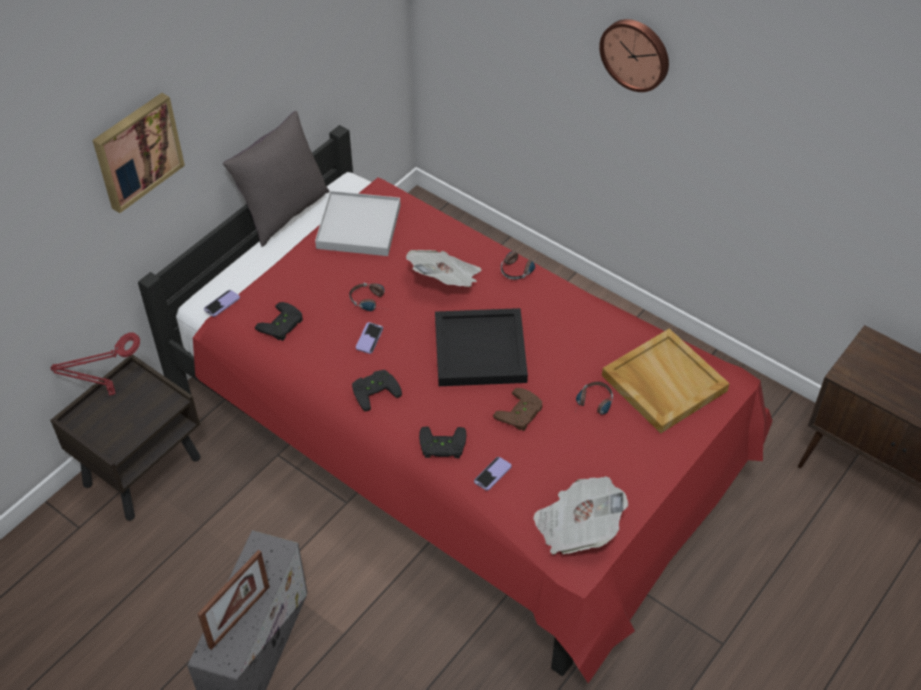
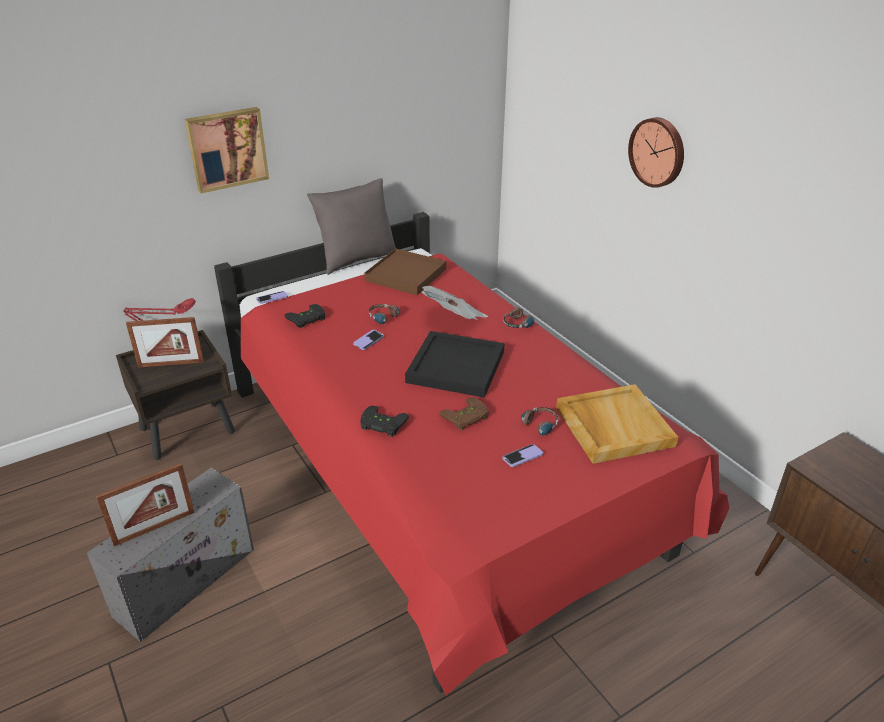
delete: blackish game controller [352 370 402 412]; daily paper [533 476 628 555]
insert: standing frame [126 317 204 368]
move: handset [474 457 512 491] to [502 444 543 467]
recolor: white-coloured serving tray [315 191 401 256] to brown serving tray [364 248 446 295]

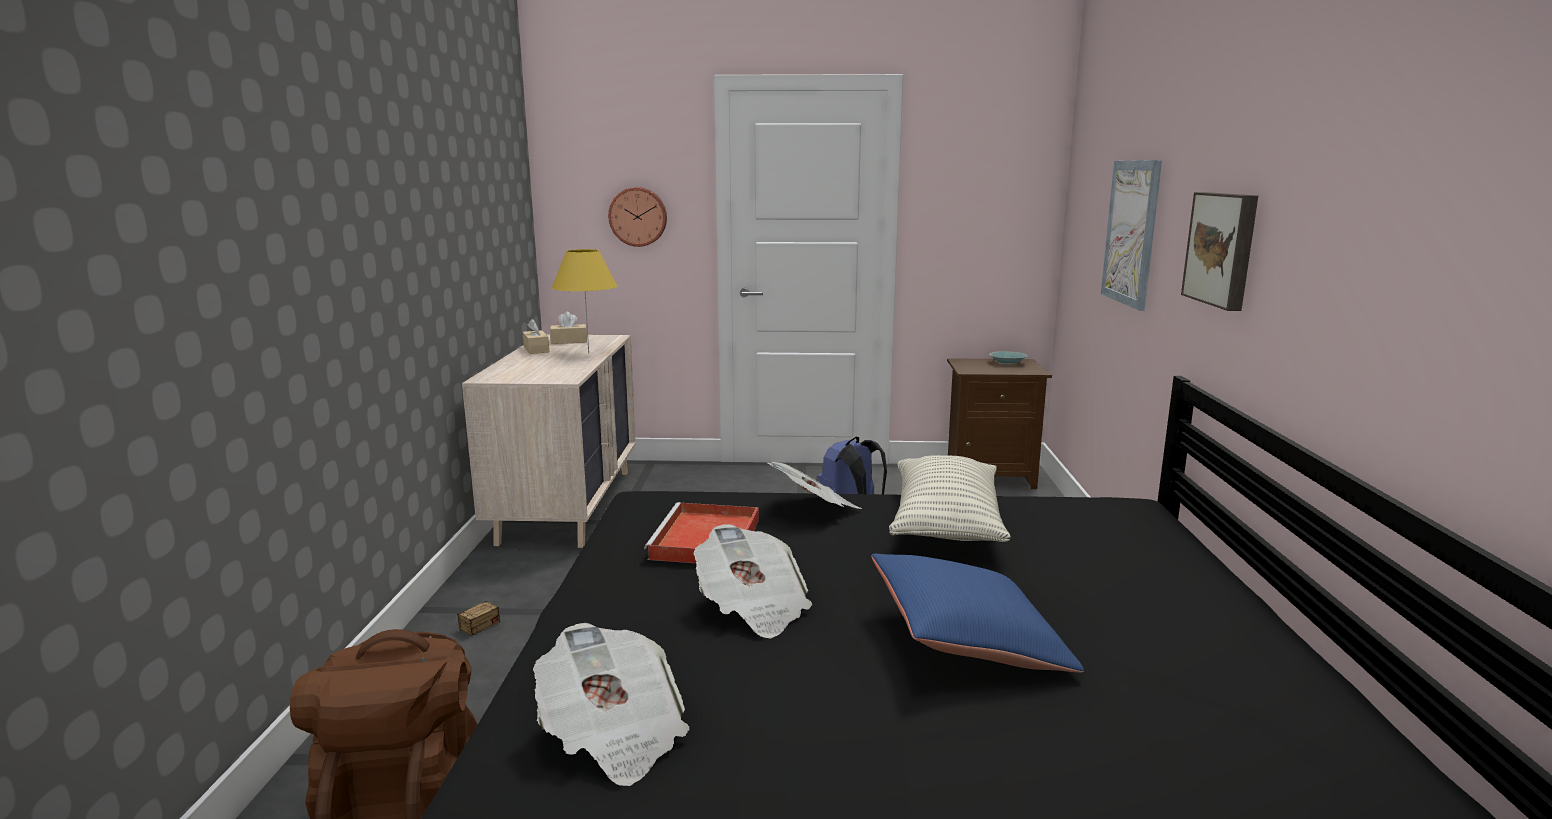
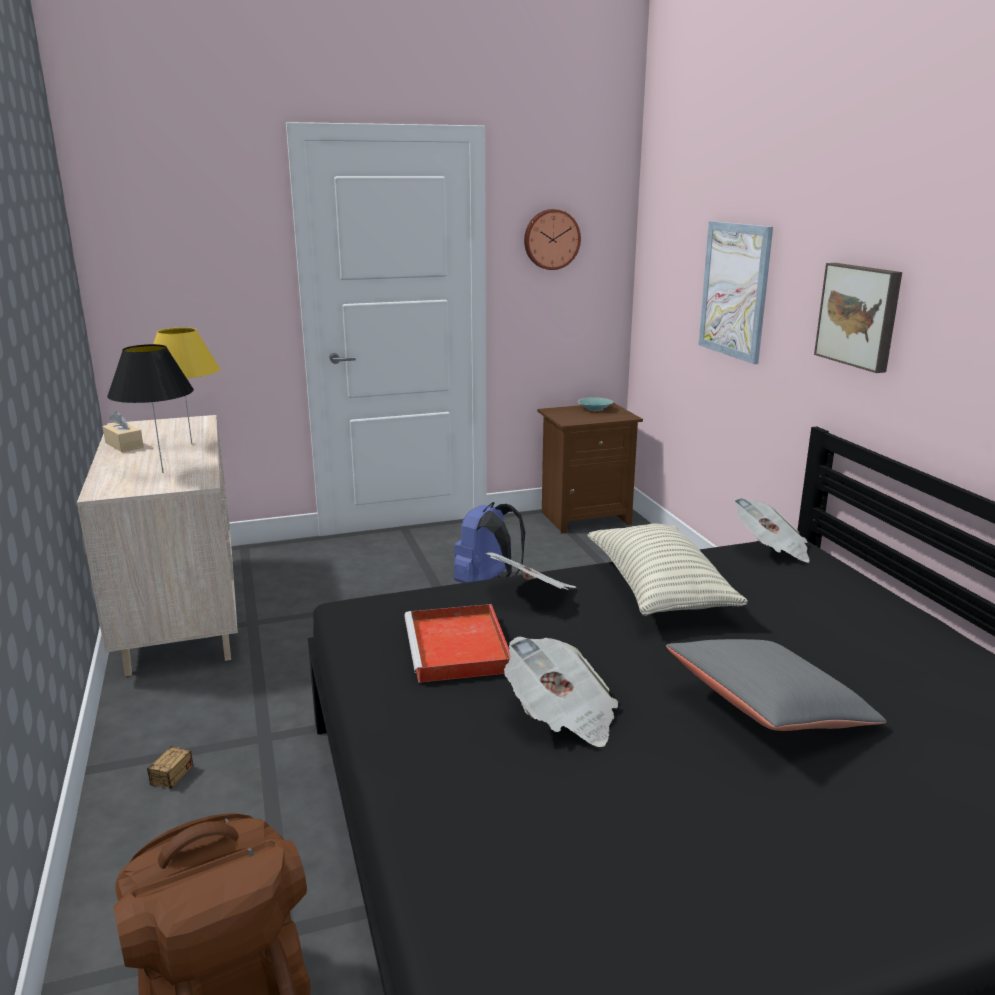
delete: sand-coloured box of tissues [550 312 587 344]
insert: blackish tabletop lamp [107 344 194 473]
move: wall clock [608 187 667 247] to [524 209 581 270]; daily paper [533 623 690 786] to [733 497 810 562]
recolor: blue-coloured cushion [871 554 1084 673] to grey cushion [666 639 887 731]

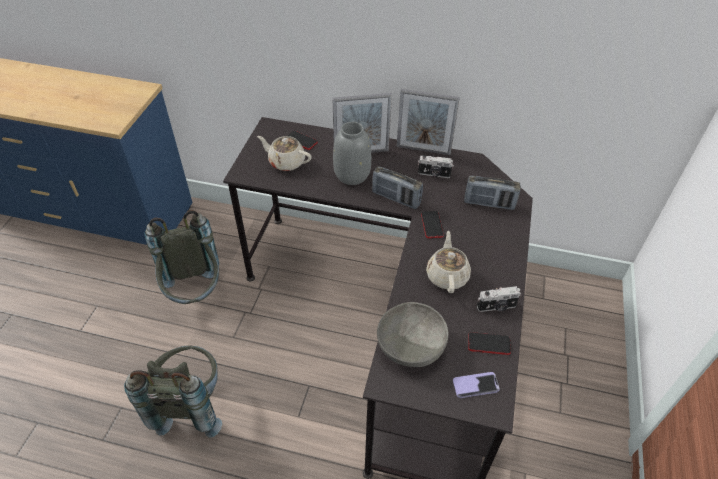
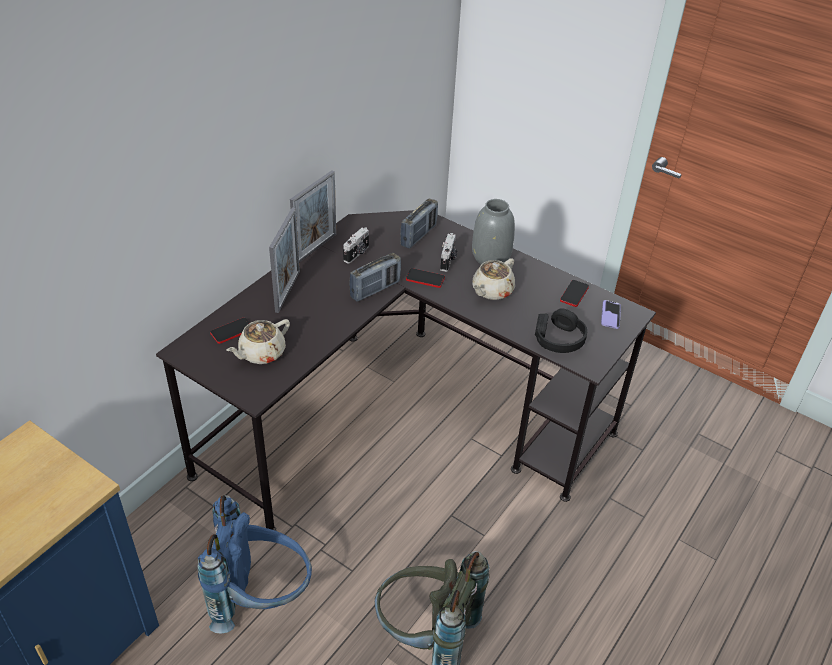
move: still camera [477 286 521 312] to [440 233 457 272]; grey flower vase [333 122 371 185] to [472 199 515 265]
replace: grey deep dish [377 302 448 367] to blackish pair of headphones [535 308 588 353]
recolor: grey rucksack [144 211 219 304] to blue-coloured rucksack [197 495 312 634]
rotate: sand-coloured teapot [426 231 471 293] = [472 258 515 300] 75 degrees counterclockwise

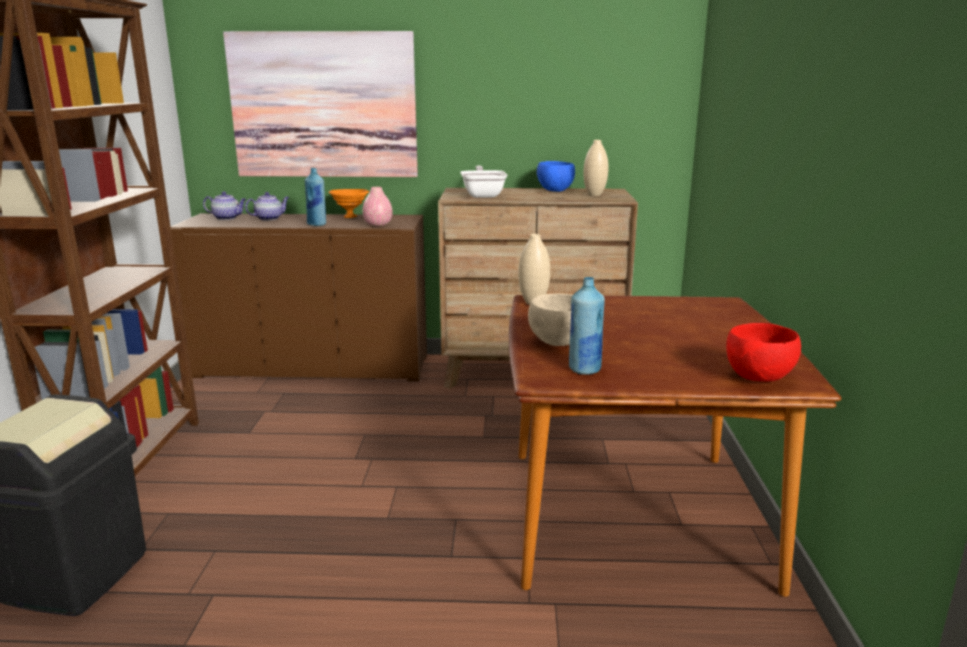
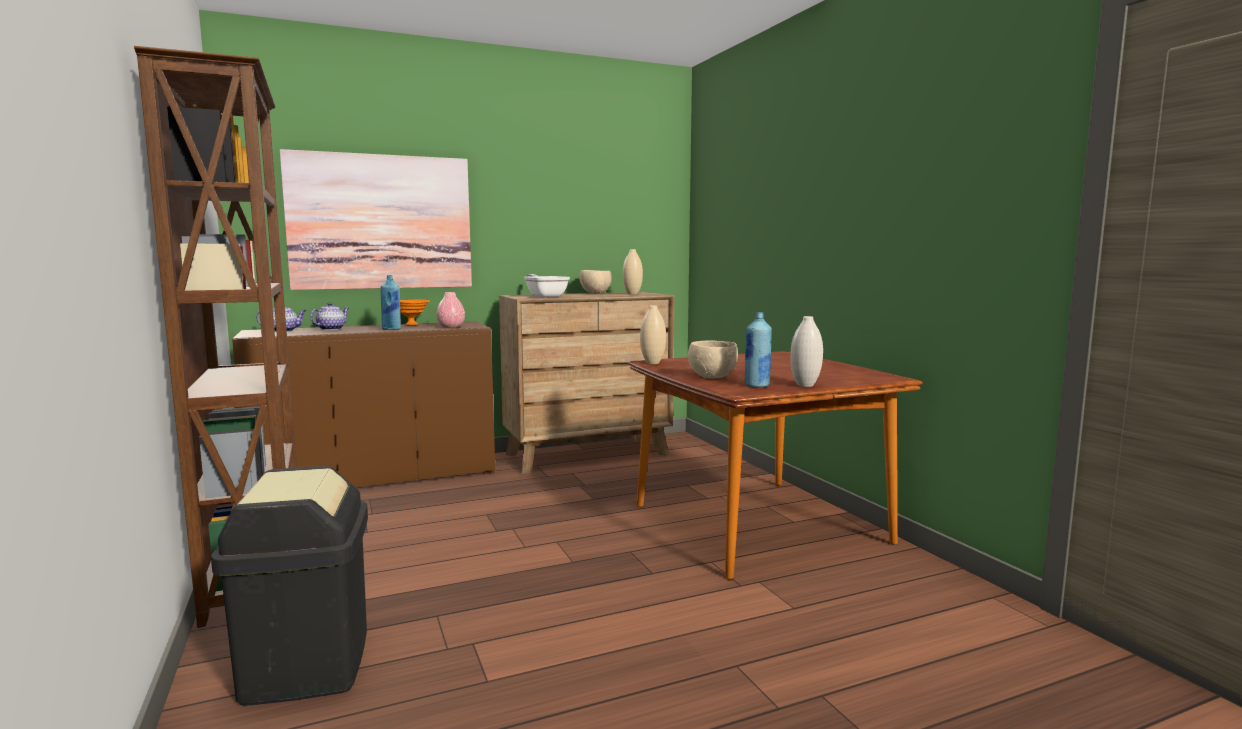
delete: reddish deep dish [726 323 801 382]
insert: white-coloured flower vase [790 316 823 387]
recolor: blue-coloured deep dish [537 161 575 192] to sand-coloured deep dish [579 270 612 294]

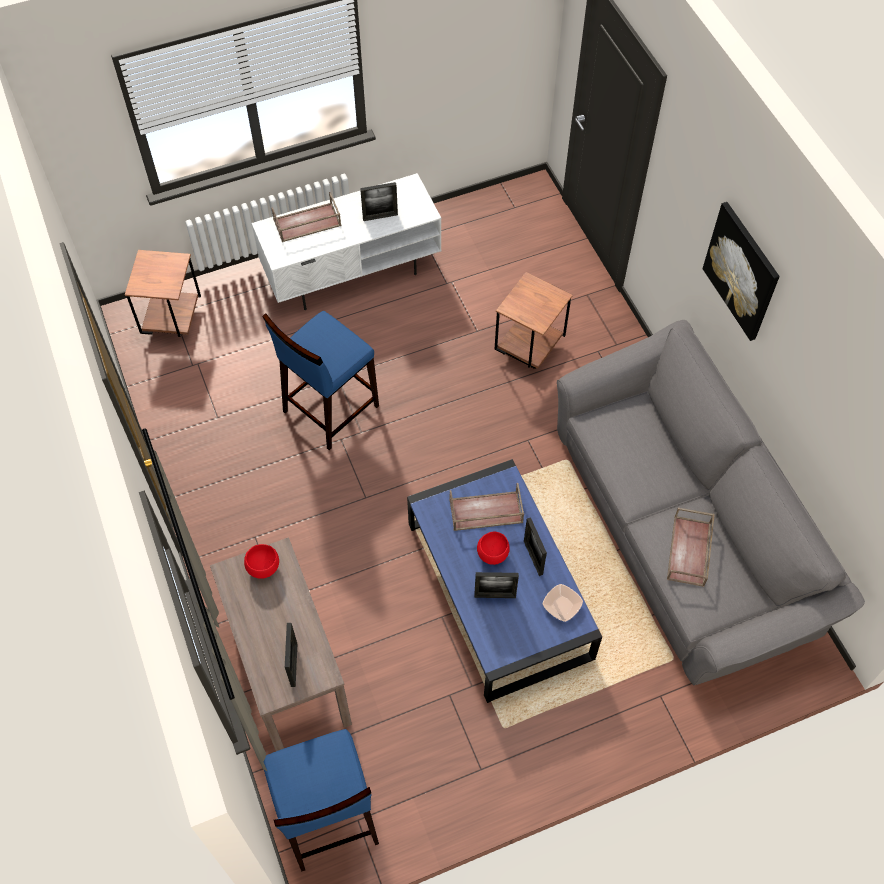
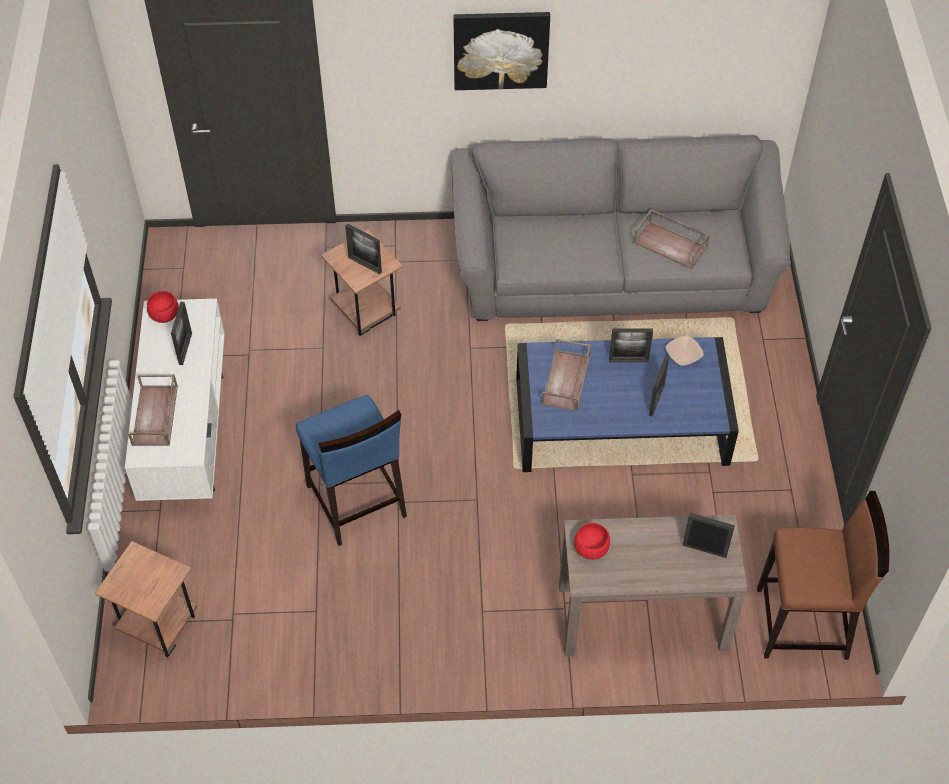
insert: standing frame [345 224 382 274]
move: reddish deep dish [477 531 510 565] to [147 291 179 323]
recolor: blue-coloured stool seat [264 729 379 871] to brown stool seat [757 491 889 660]

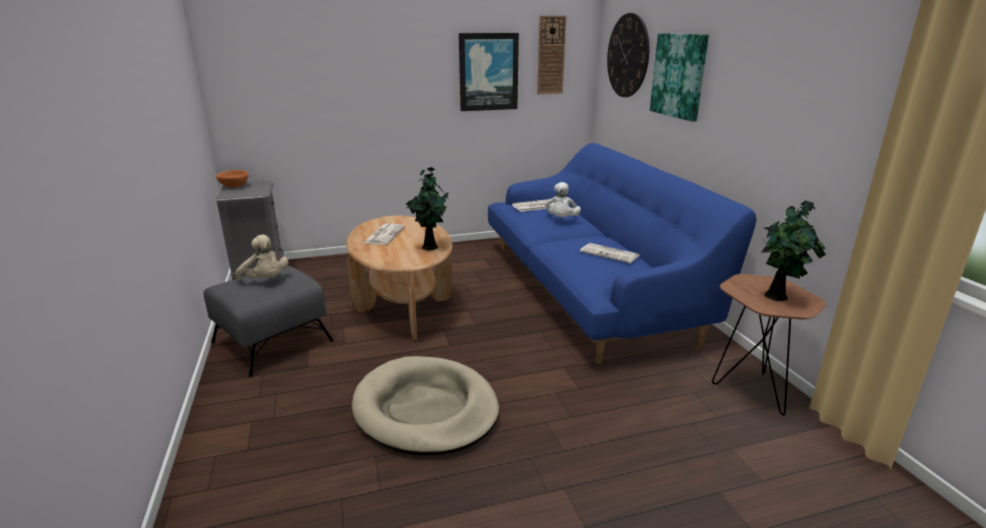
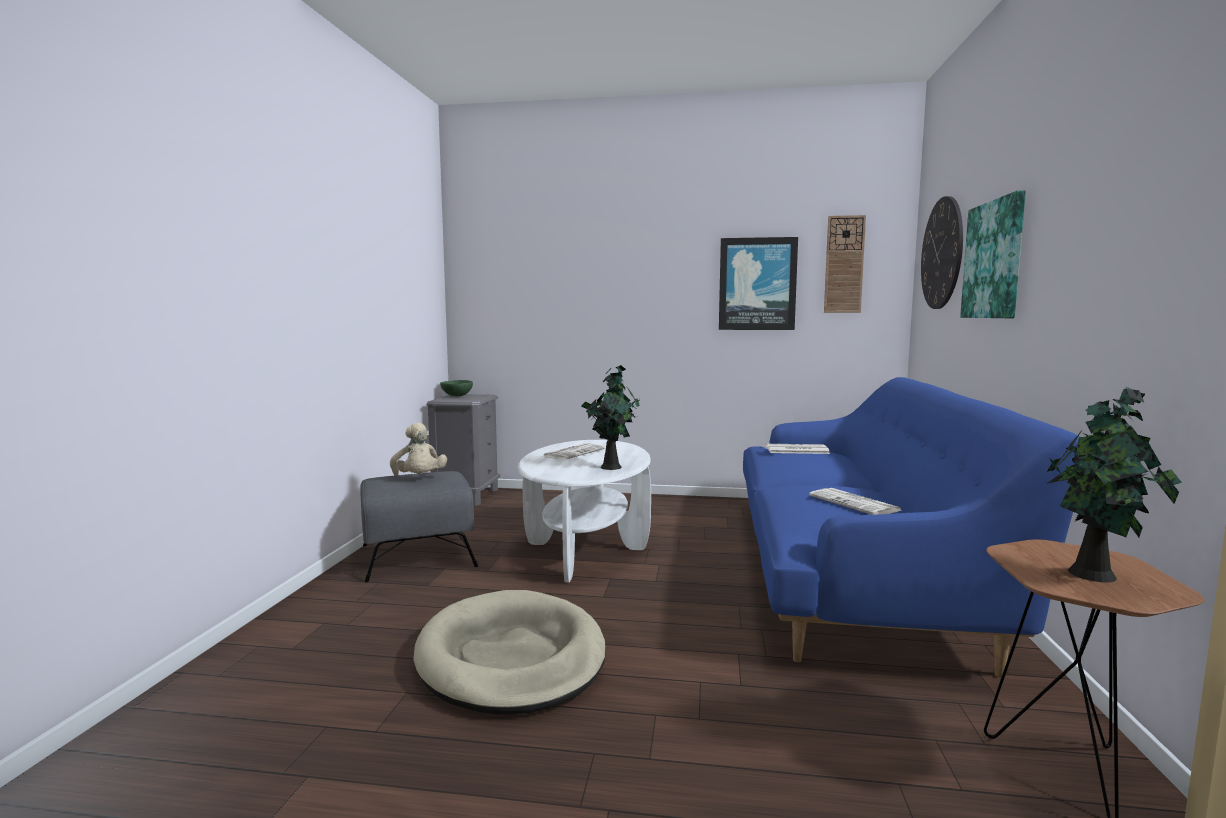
delete: white-coloured soft toy [545 182 581 217]
recolor: orange-coloured deep dish [216 170 248 187] to green-coloured deep dish [440 380 473 396]; brown low table [346 216 453 340] to white-coloured low table [518 440 651 582]

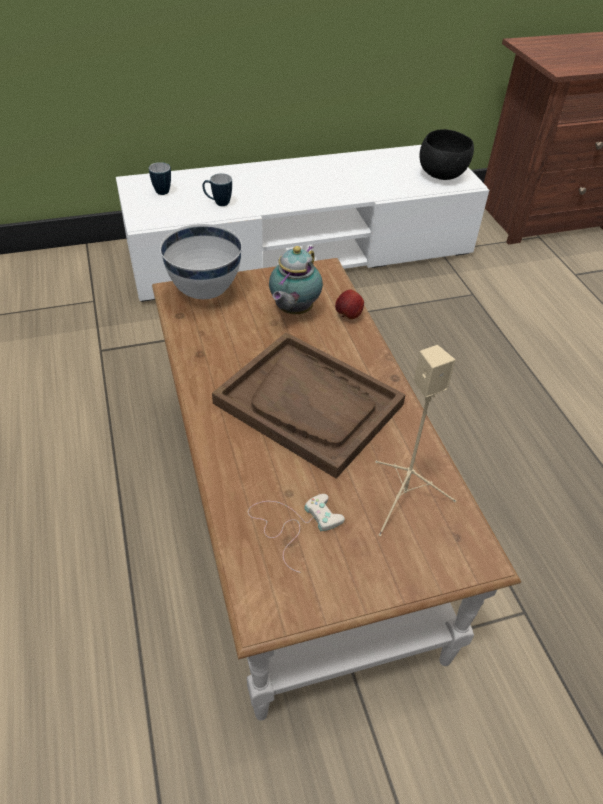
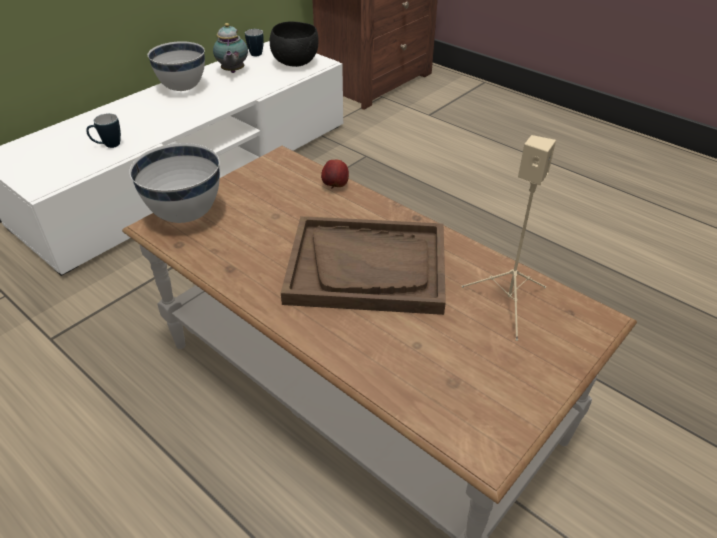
delete: white-coloured game controller [248 494 345 572]
insert: white-coloured deep dish [148 41 205 91]
move: teapot [269 246 323 314] to [213 23 248 73]; tea mug [149 162 171 195] to [245 29 264 57]

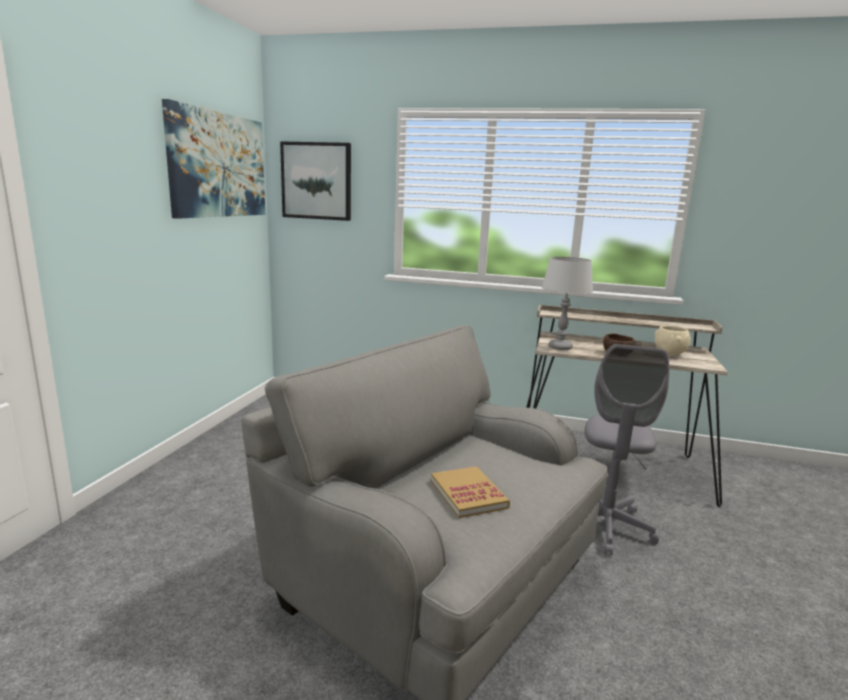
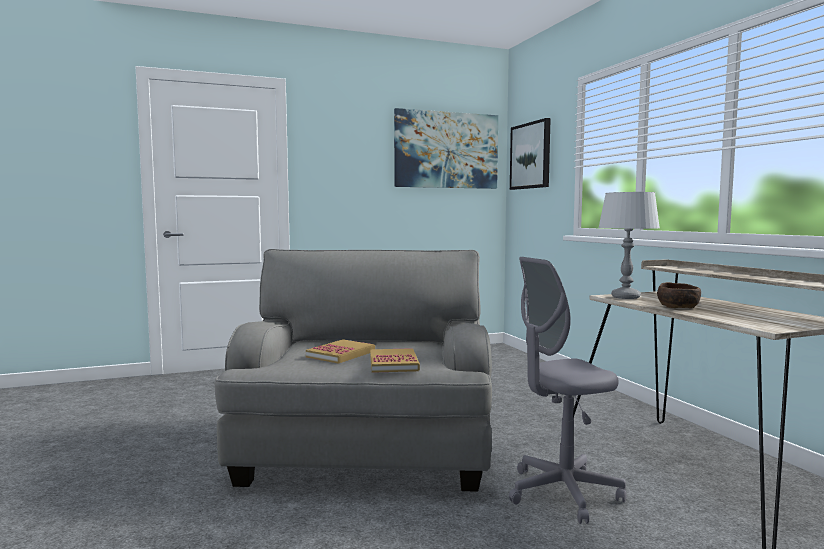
delete: sand-coloured deep dish [655 326 691 355]
insert: bound book [370 348 420 373]

